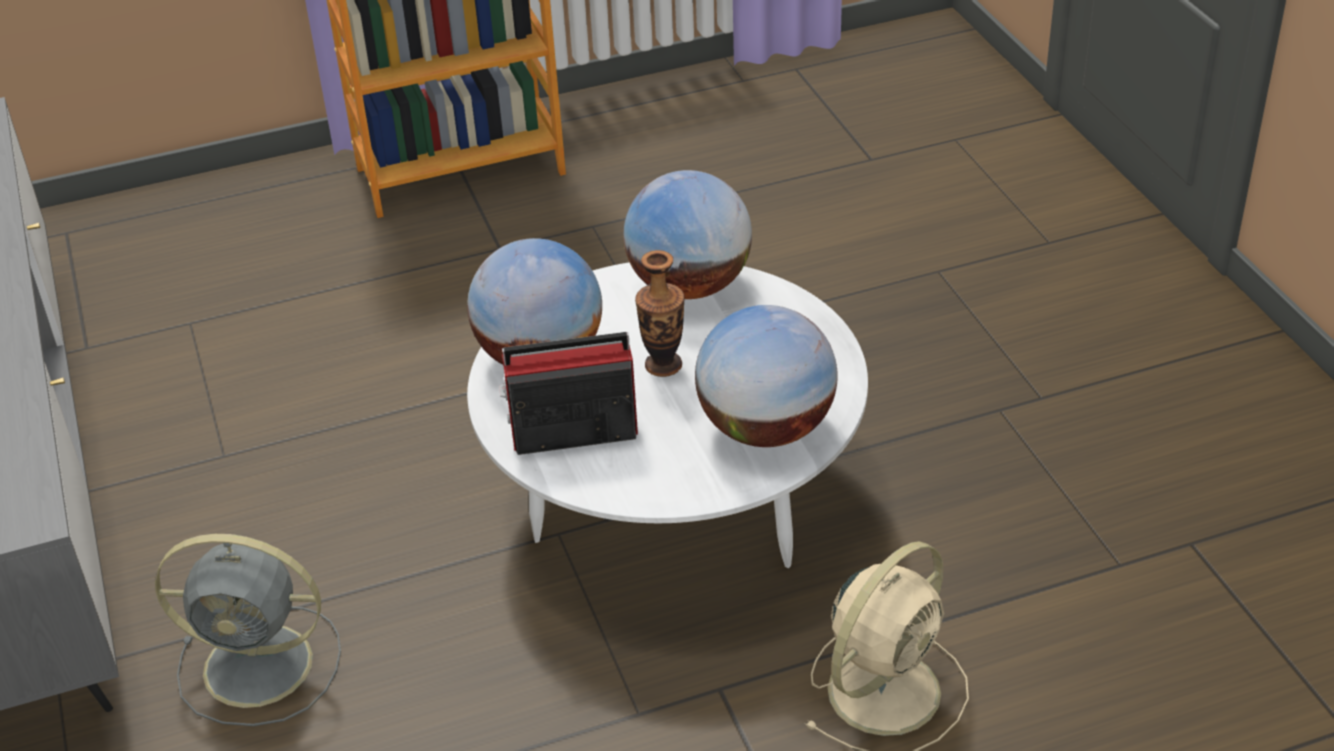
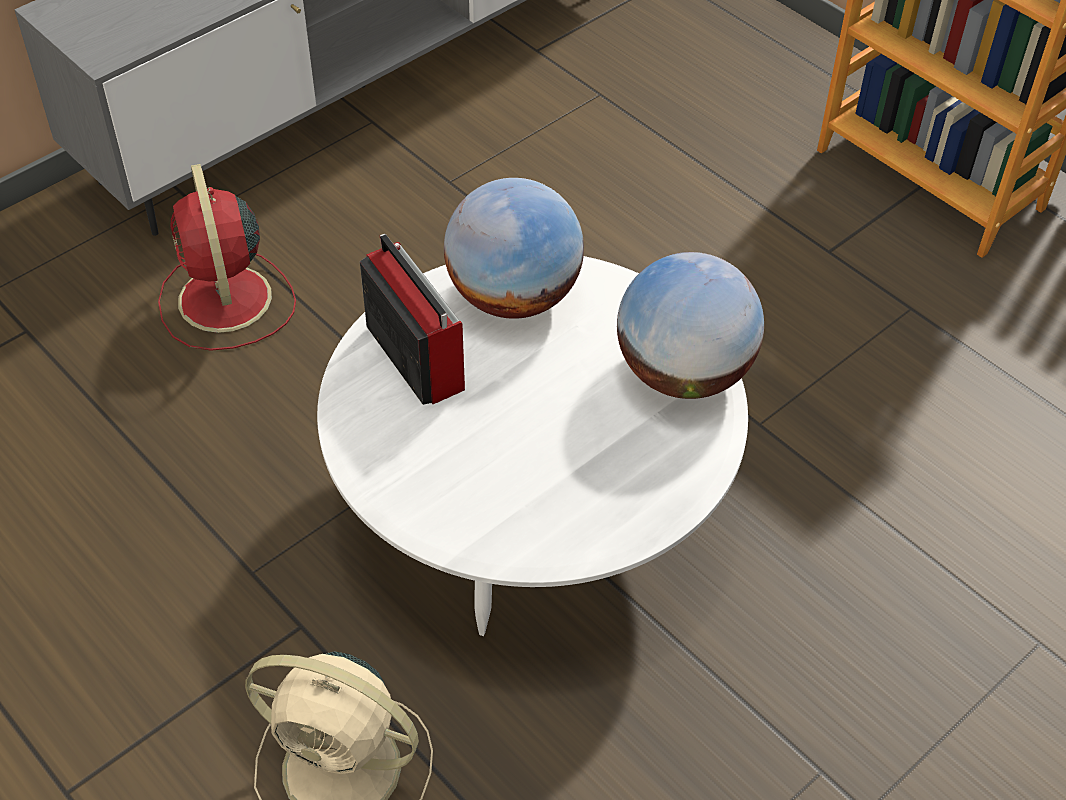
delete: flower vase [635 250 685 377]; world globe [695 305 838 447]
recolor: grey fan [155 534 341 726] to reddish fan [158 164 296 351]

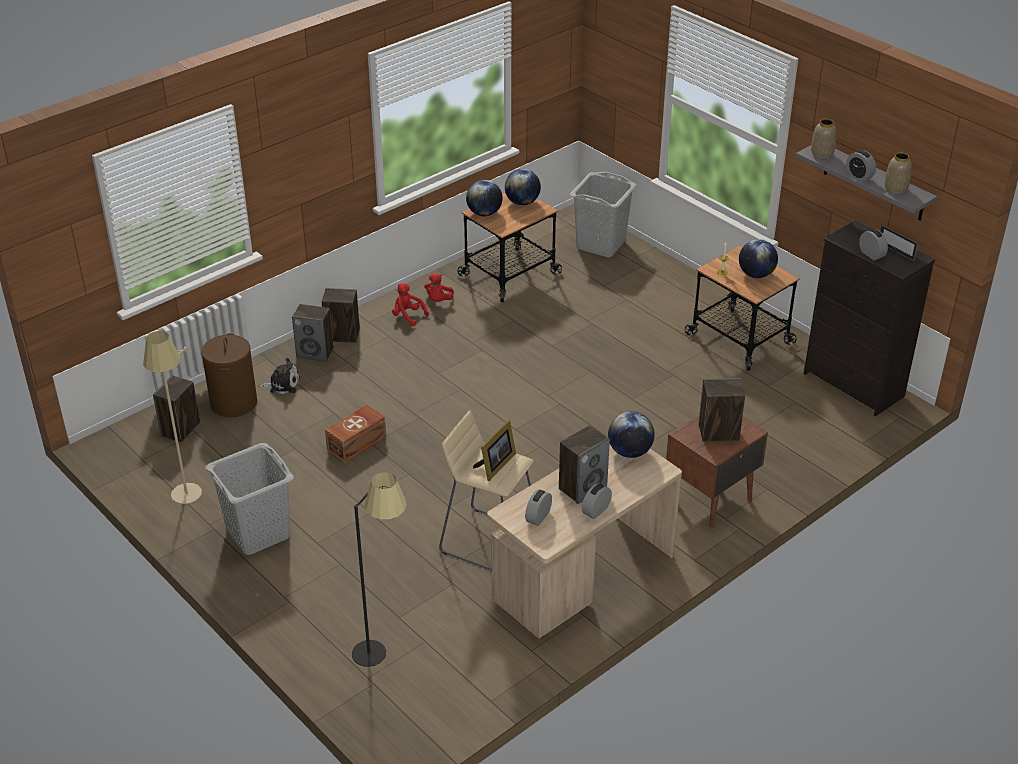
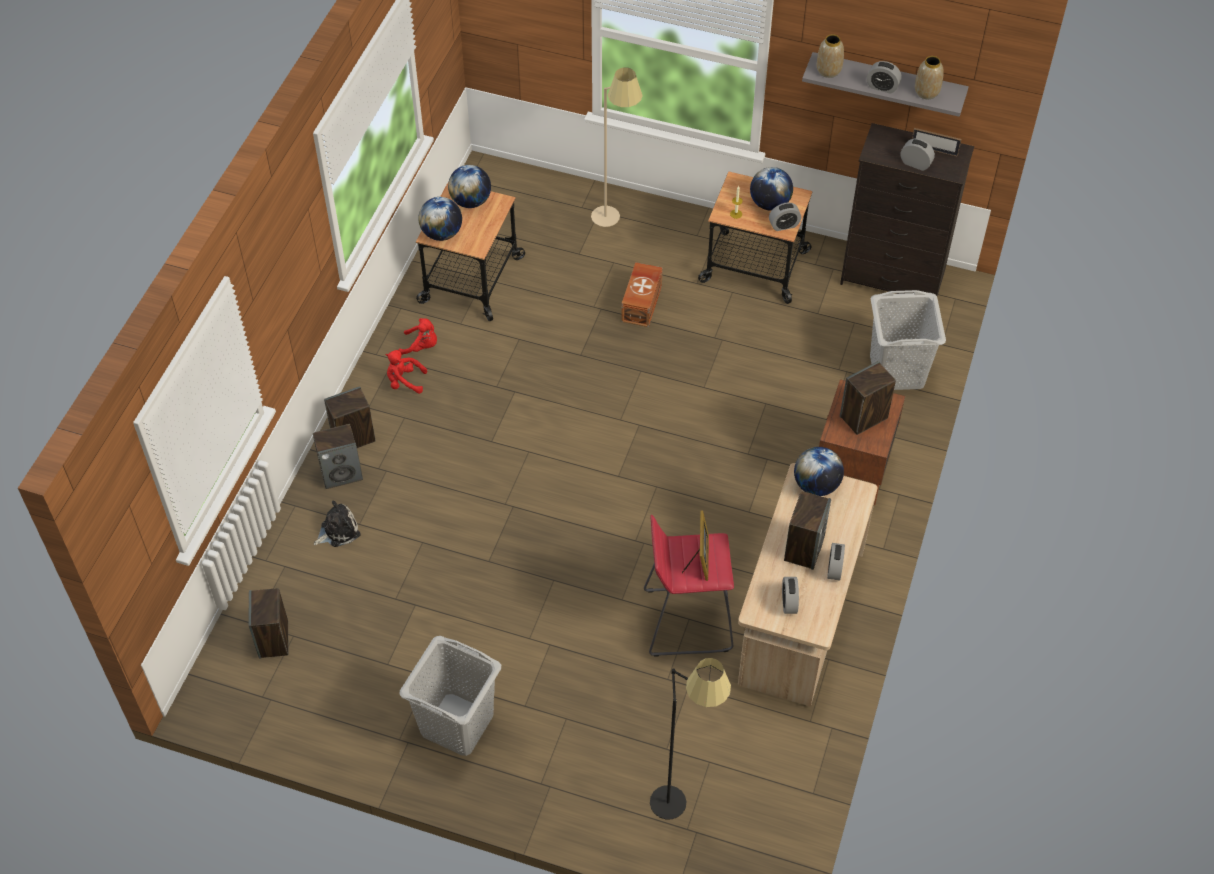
delete: brown hamper [201 333 257 417]
insert: alarm clock [769 202 801 231]
move: sand-coloured standard lamp [143 331 202 504] to [591 67 643 227]; brown storage bin [325 405 386 463] to [621 262 663 327]; grey hamper [570 172 637 257] to [870 290 946 390]
recolor: sand-coloured stool seat [439 410 533 570] to reddish stool seat [644 515 734 657]
rotate: reddish soft toy [424 273 454 302] = [398 318 437 355] 60 degrees counterclockwise

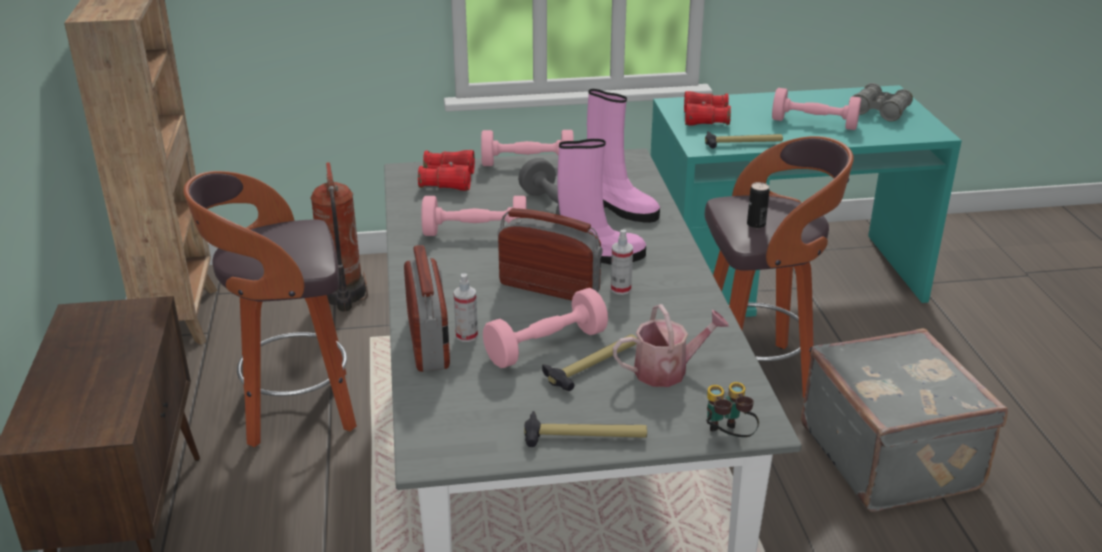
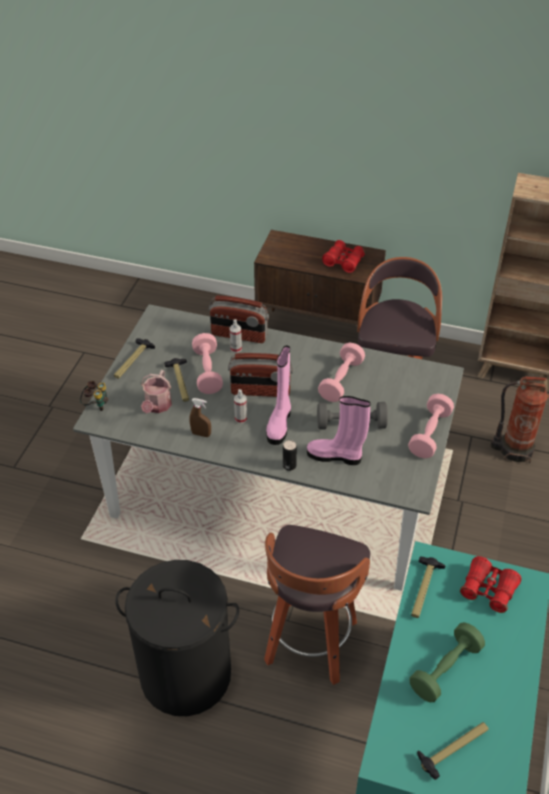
insert: brown spray bottle [190 398 211 437]
move: can [747 182 770 229] to [283 440 297 471]; reddish binoculars [418 150 475 191] to [322 240 365 273]
replace: grey travel case [801 328 1008 512] to blackish hamper [115 560 239 716]; grey binoculars [849 83 913 122] to tool hammer [417 722 489 780]
recolor: pink-coloured hand weight [772 88 861 130] to green-coloured hand weight [409 622 485 702]
rotate: radio [498 208 603 301] = [228 353 293 397] 45 degrees clockwise; pink-coloured tall boot [587 89 660 223] = [307 396 371 465] 45 degrees clockwise

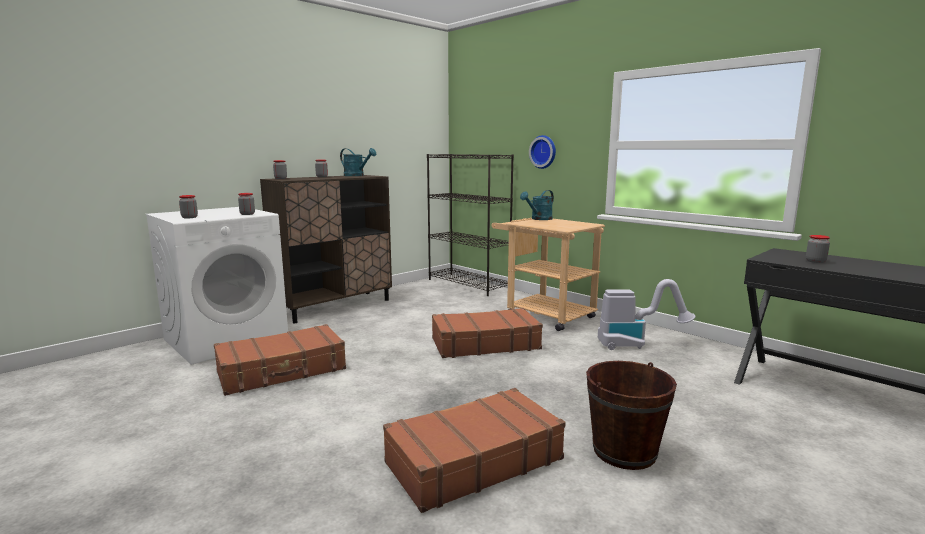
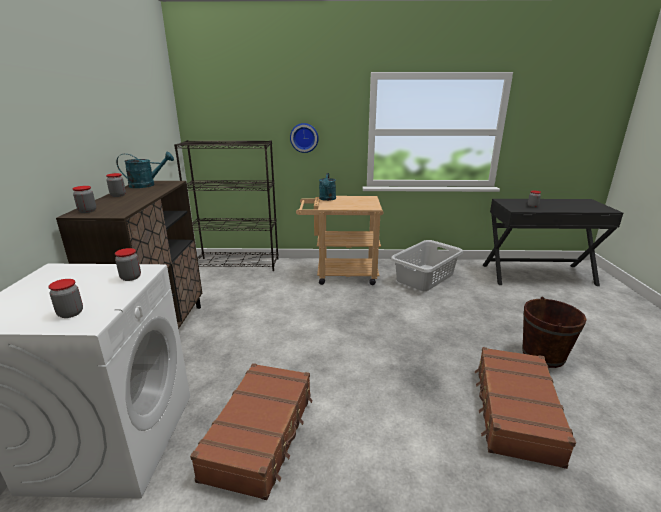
delete: brown travel case [432 308 543 358]
replace: vacuum [598 279 696 350] to grey hamper [391 240 463 291]

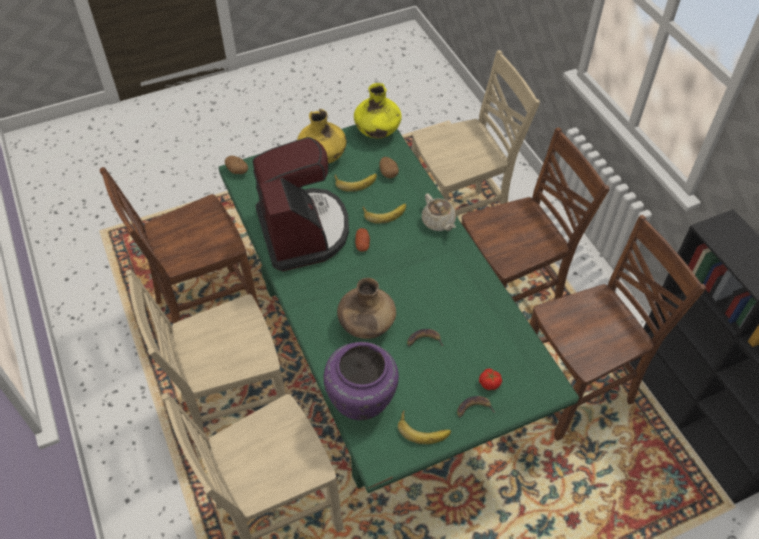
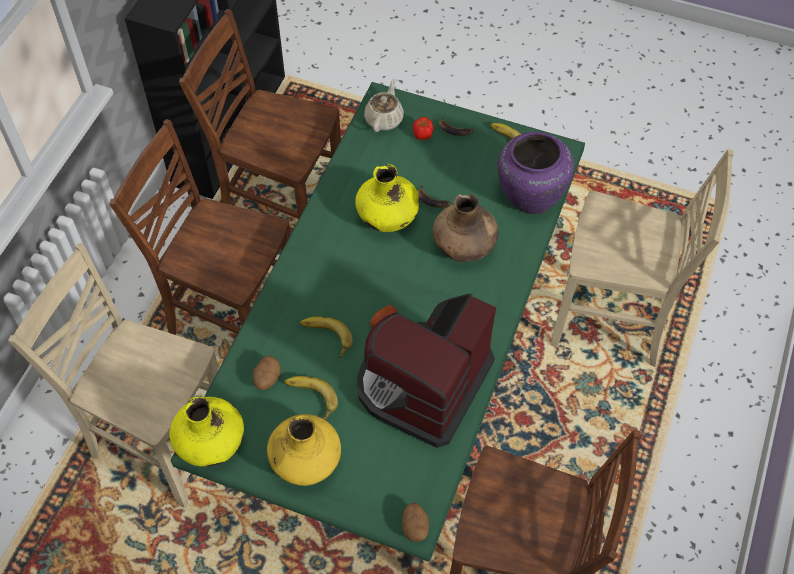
delete: sand-coloured chair [126 270 286 457]
insert: yellow-coloured flower vase [355 164 420 232]
move: sand-coloured teapot [421 193 456 231] to [364 79 404 132]

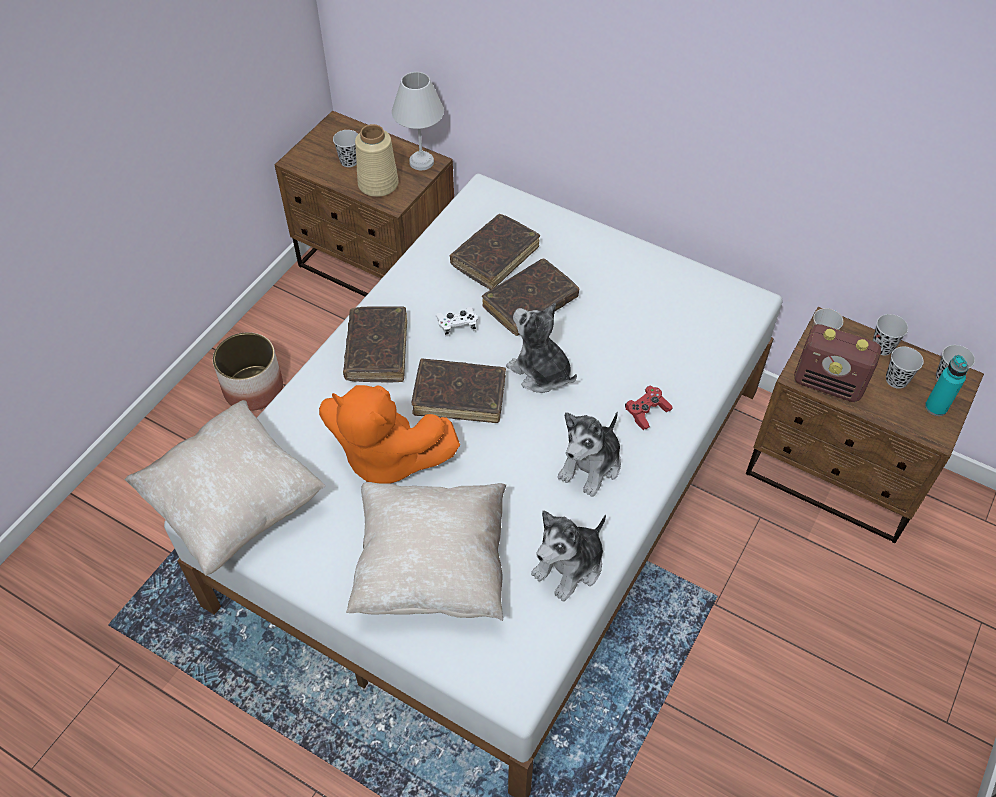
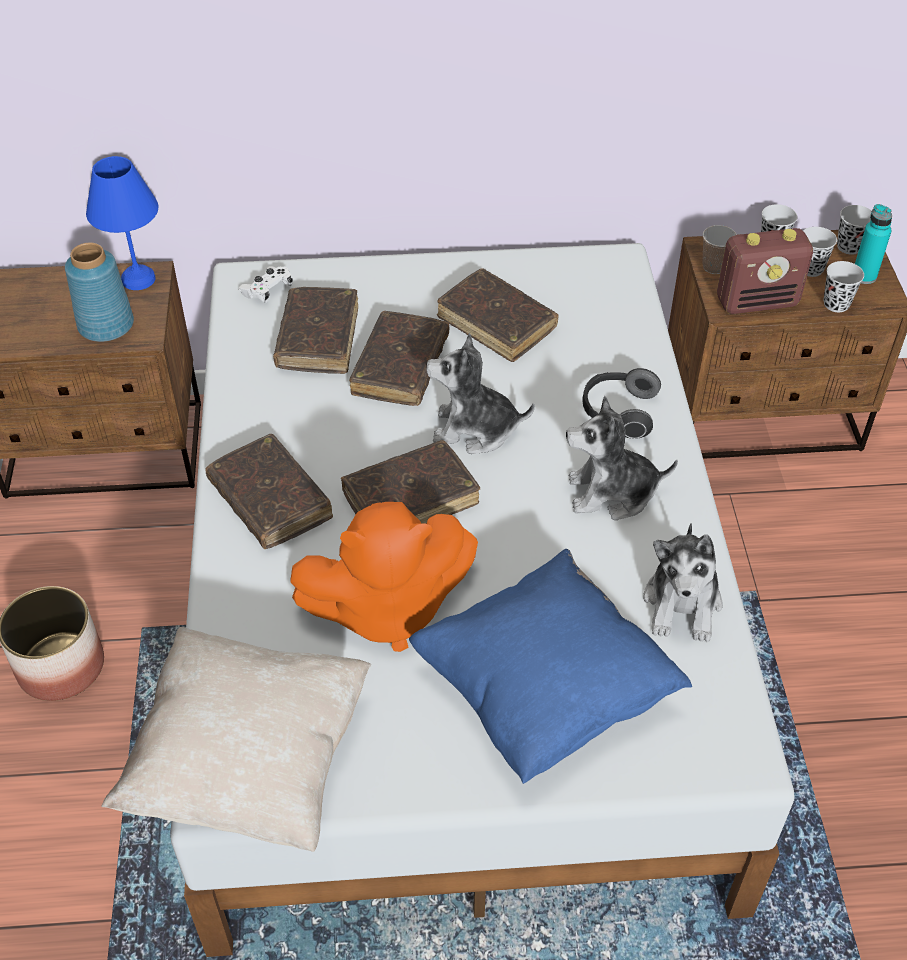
insert: brown bound book [437 268 559 362]
move: white-coloured game controller [436 307 478 336] to [239 266 293 303]; blackish drinking cup [333 130 358 167] to [823 261 864 312]
replace: reddish game controller [625 386 673 430] to pair of headphones [582 368 661 439]
recolor: sand-coloured flower vase [355 124 398 197] to blue-coloured flower vase [65 242 134 342]; white-coloured tabletop lamp [392 72 444 170] to blue-coloured tabletop lamp [86 156 159 290]; sand-coloured cushion [346 482 506 621] to blue-coloured cushion [409 549 692 784]
rotate: soft toy [558 412 621 497] = [566 396 678 520] 90 degrees clockwise

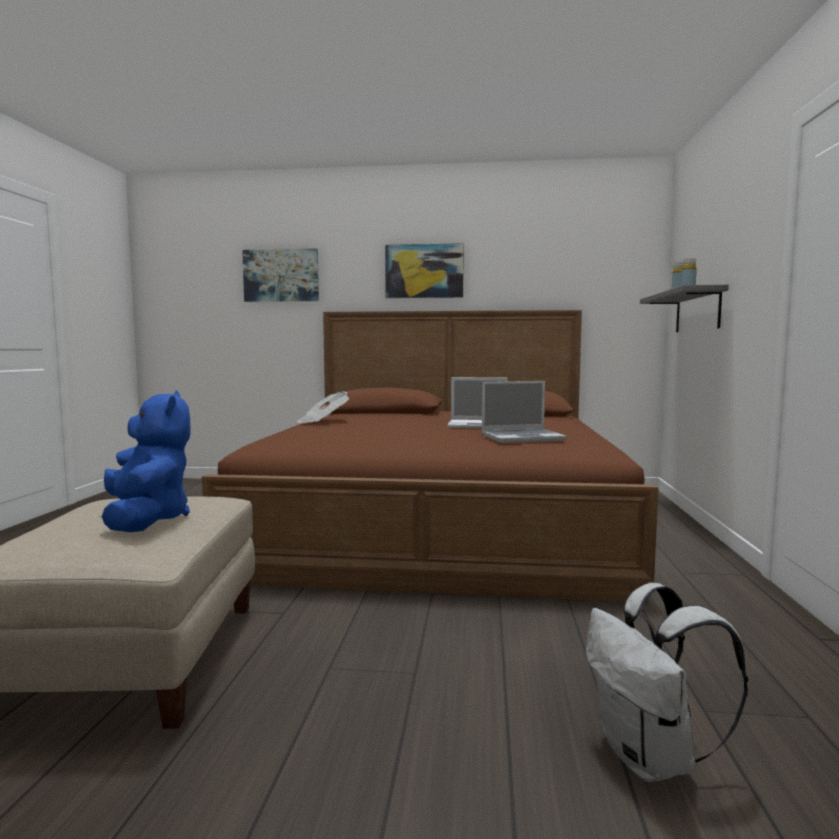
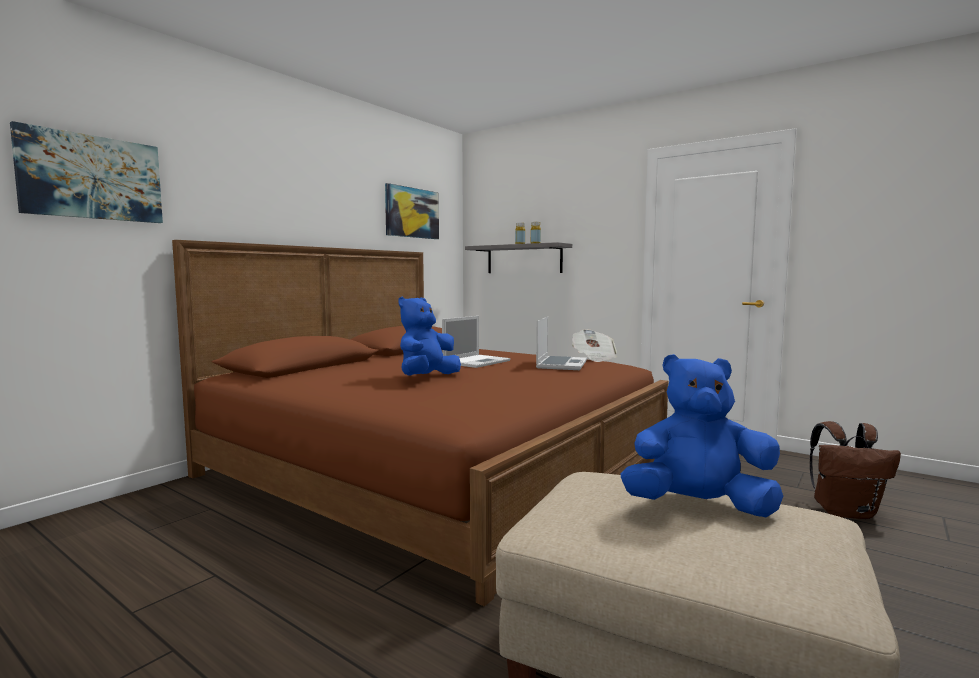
insert: blue-coloured soft toy [398 297 461 376]
move: wall art [385 243 464 298] to [385 183 439 239]; daily paper [297 391 349 423] to [572 329 617 362]
recolor: white-coloured rucksack [586 583 748 782] to brown rucksack [810 421 901 519]

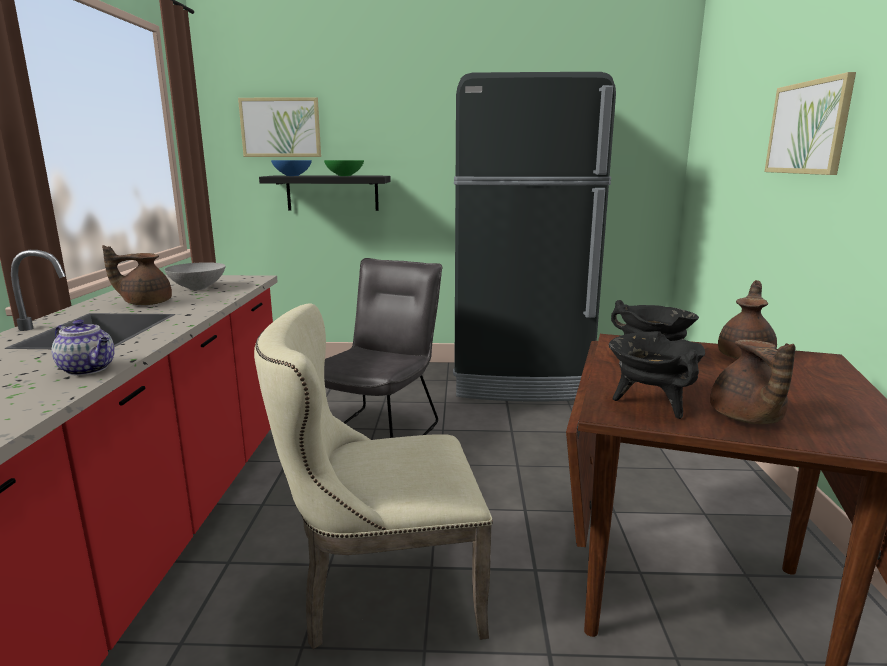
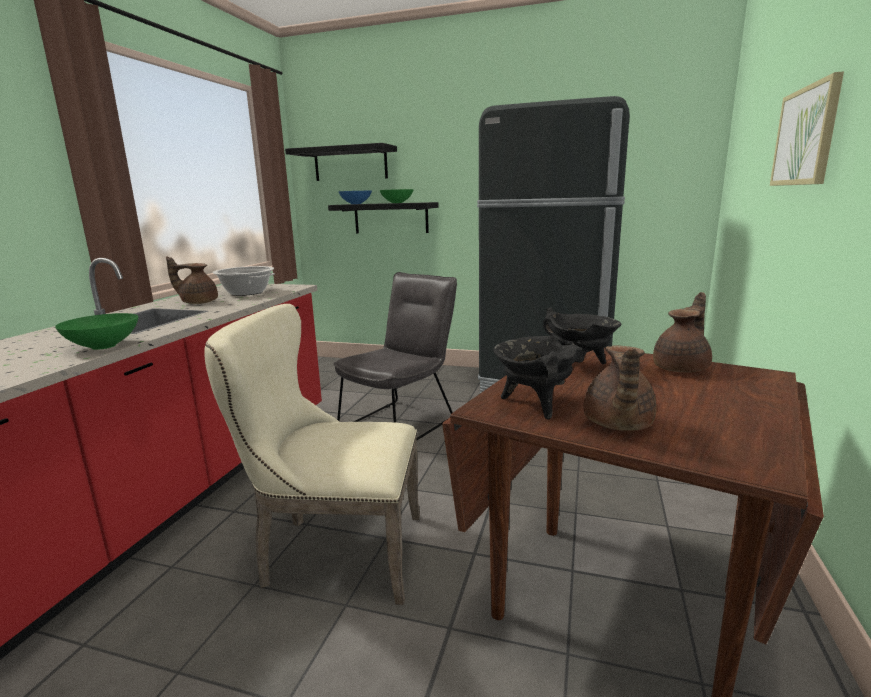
replace: teapot [51 319 115 376] to green-coloured deep dish [55 313 138 350]; grey deep dish [164 262 226 290] to cooking pot [213 266 275 296]; wall art [238 97 321 157] to blackish bracket shelf [285 143 397 181]

